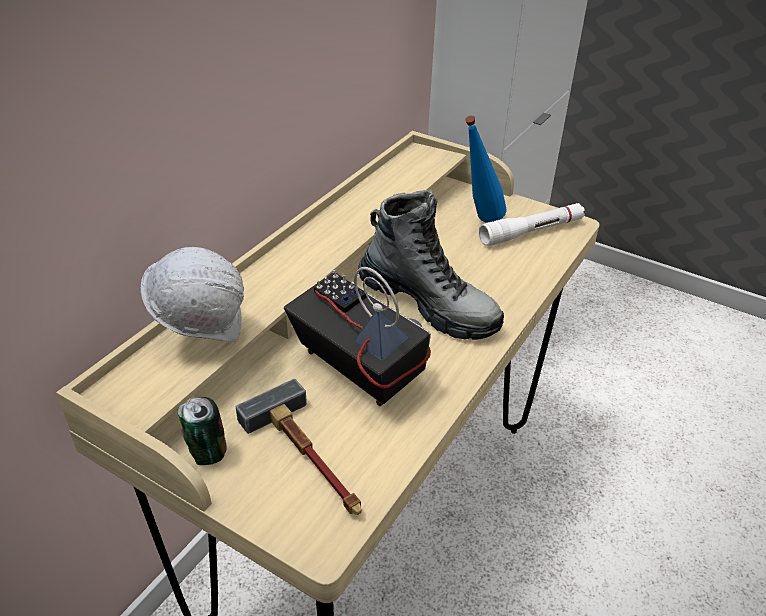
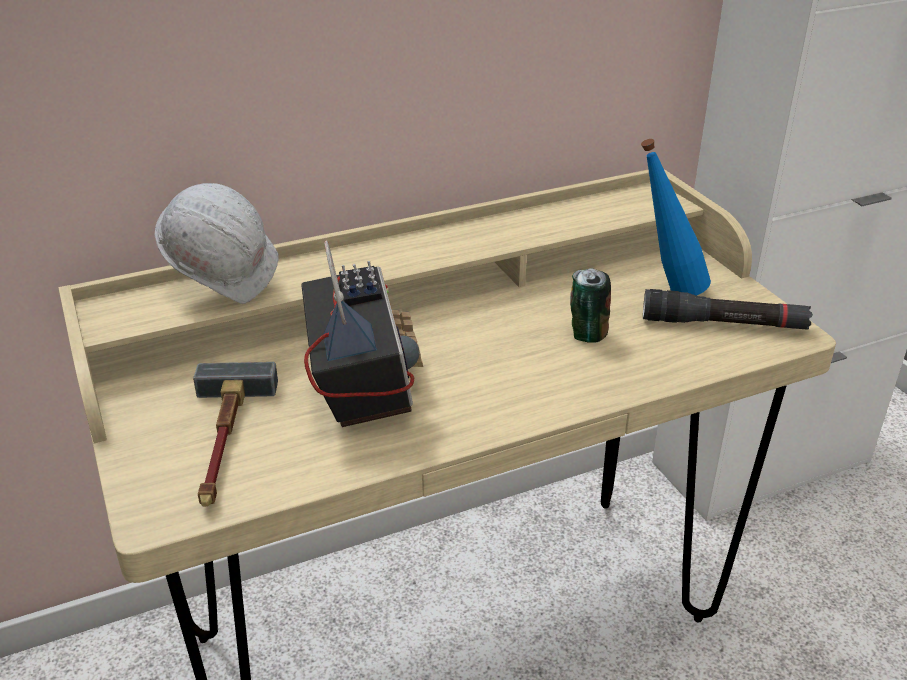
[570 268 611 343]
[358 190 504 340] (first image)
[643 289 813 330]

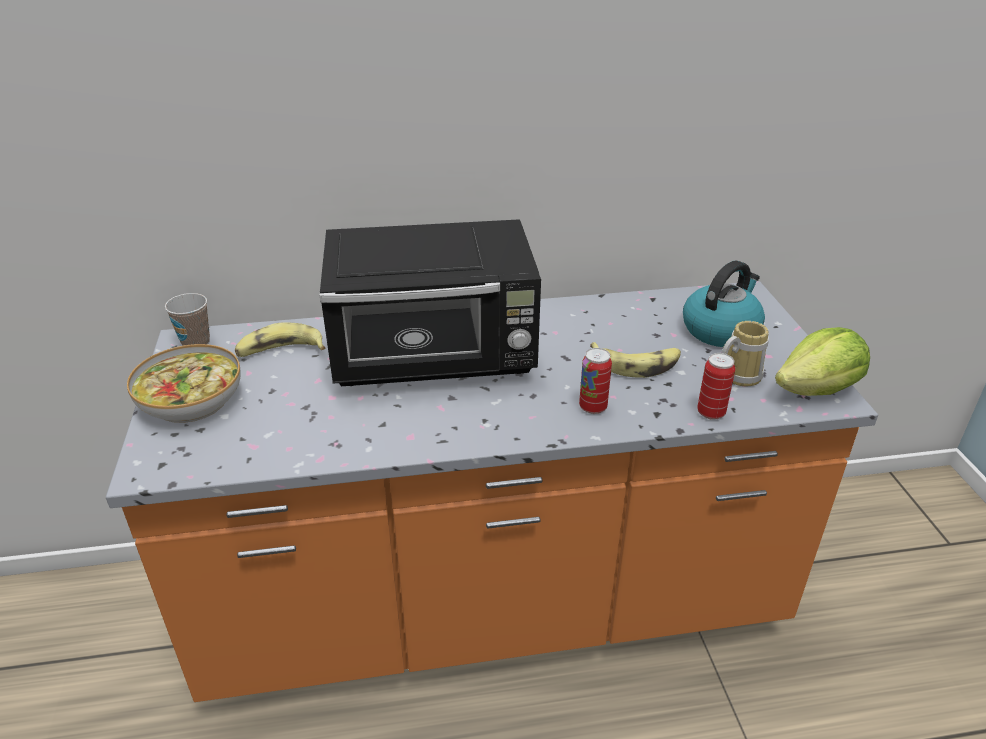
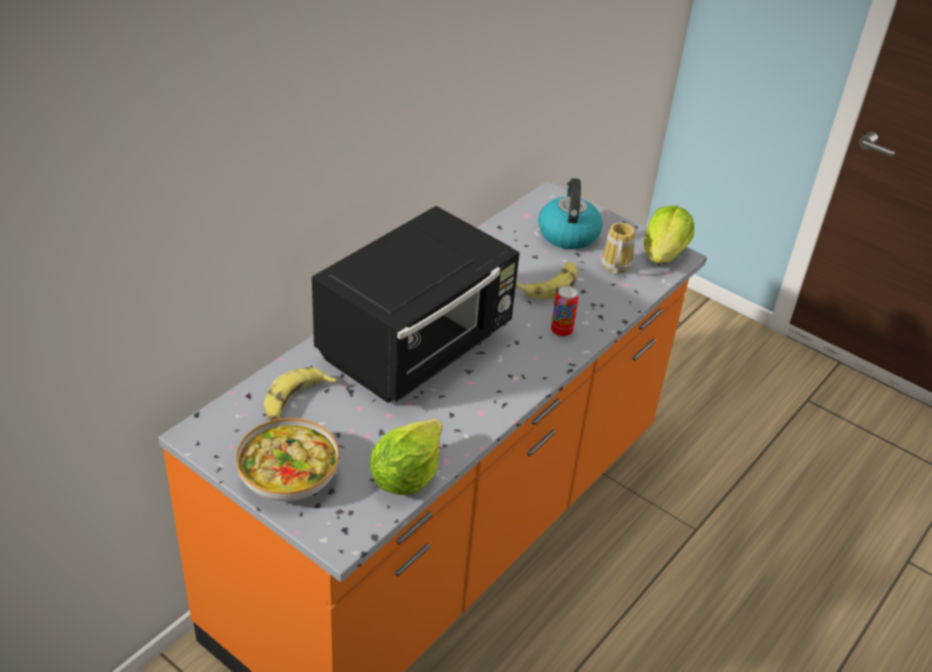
[165 293 210 346] (first image)
[697 353 735 420] (first image)
[370 419 442 495]

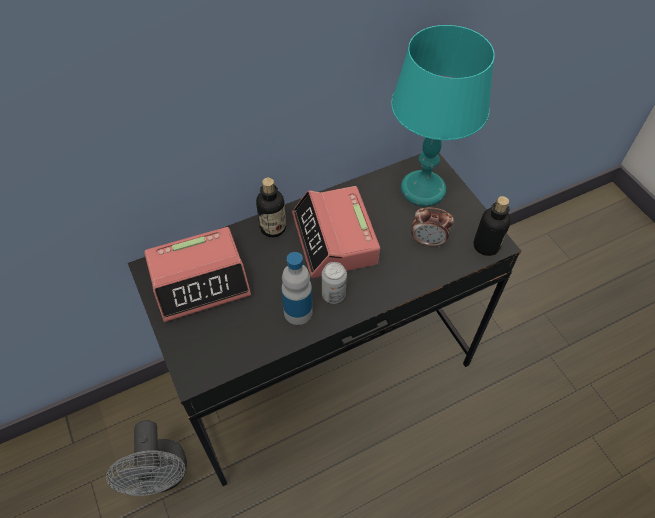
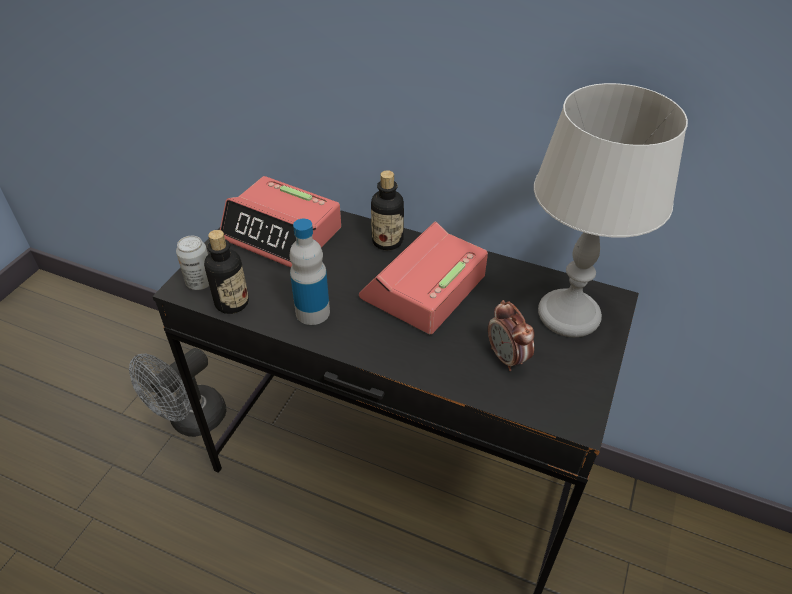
[176 236 209 290]
[534 83 688 337]
[204 230 249 314]

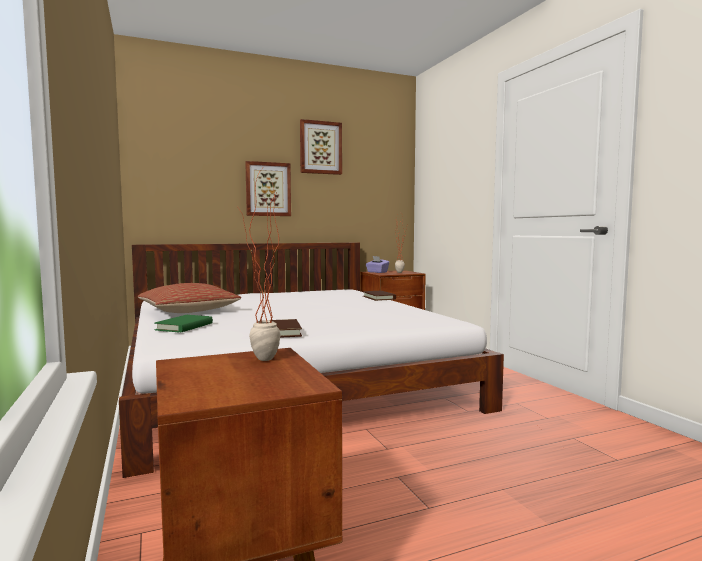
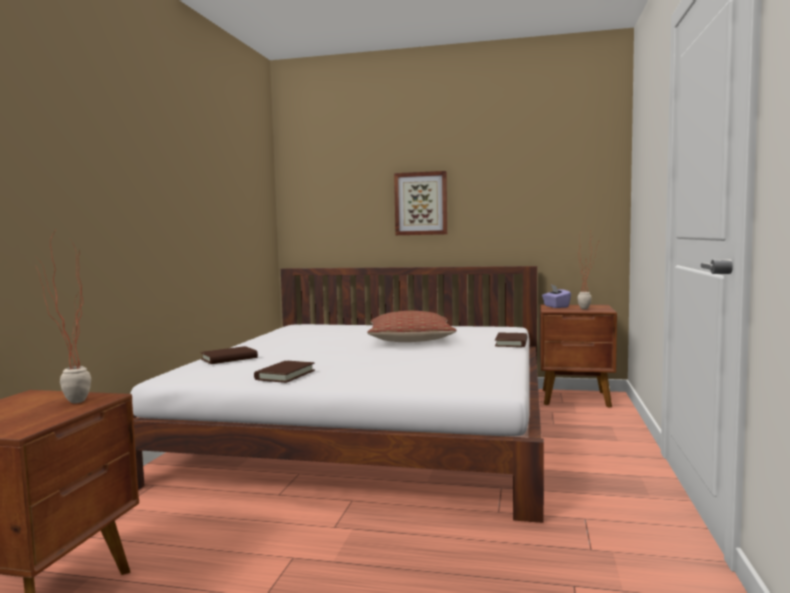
[367 311 456 342]
[200 346 258 364]
[300 119 342 175] (first image)

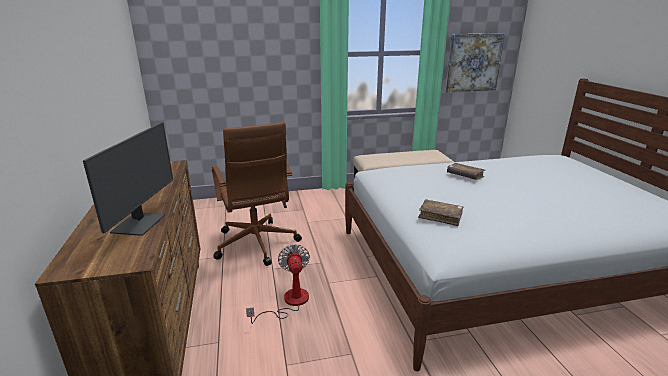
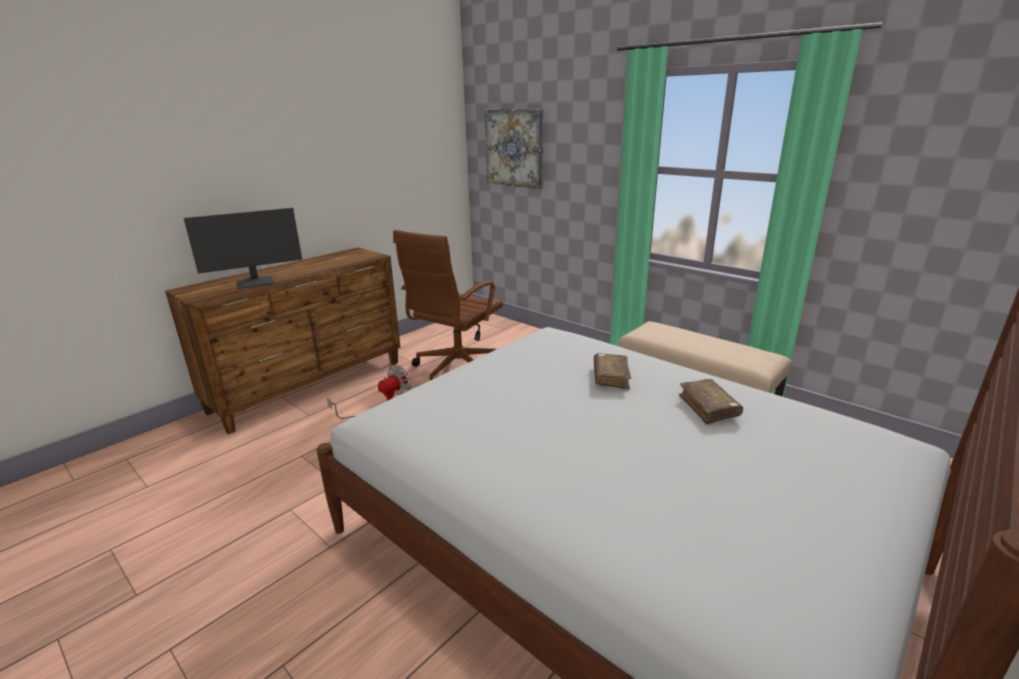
[679 379 743 424]
[485 109 543 189]

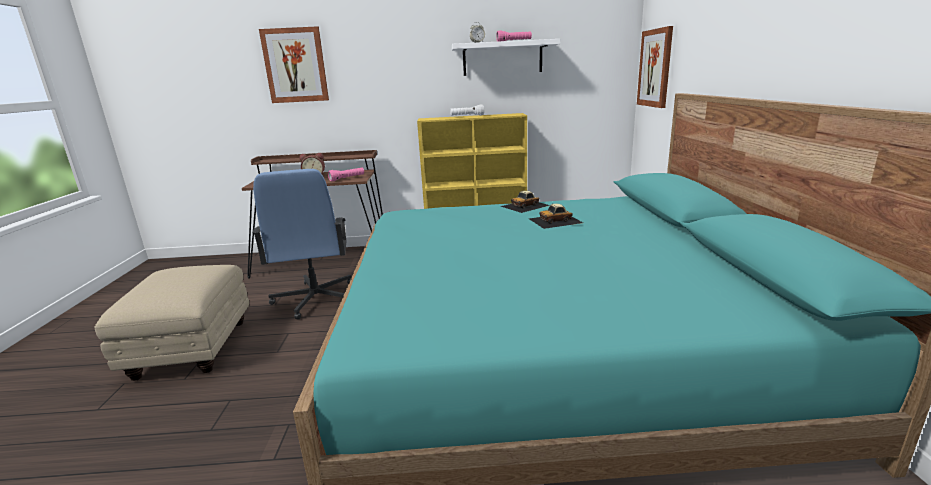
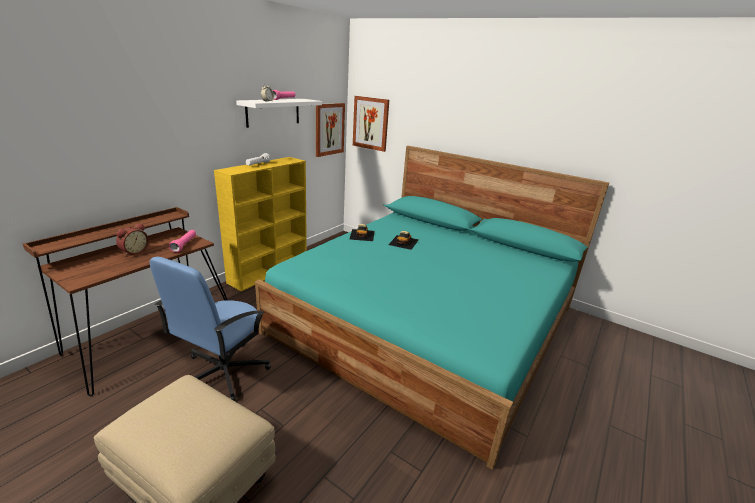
[150 256 271 401]
[316 103 345 157]

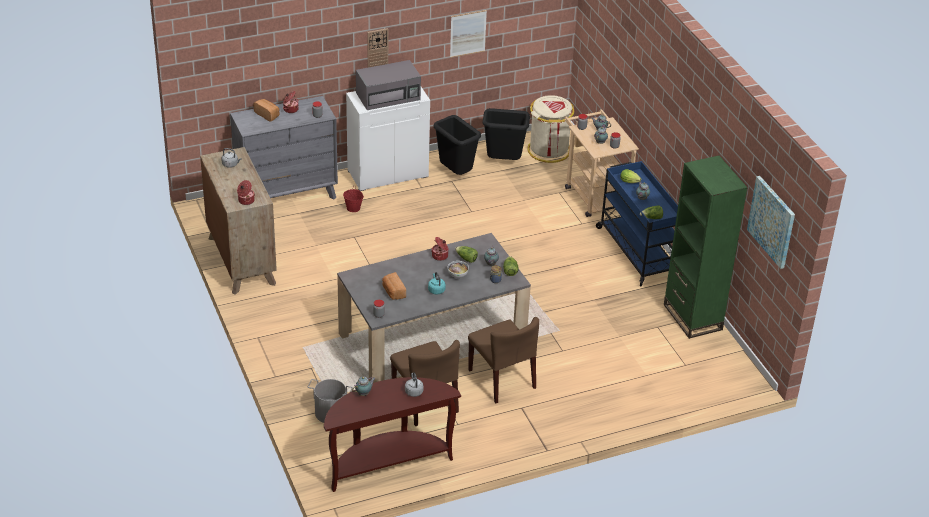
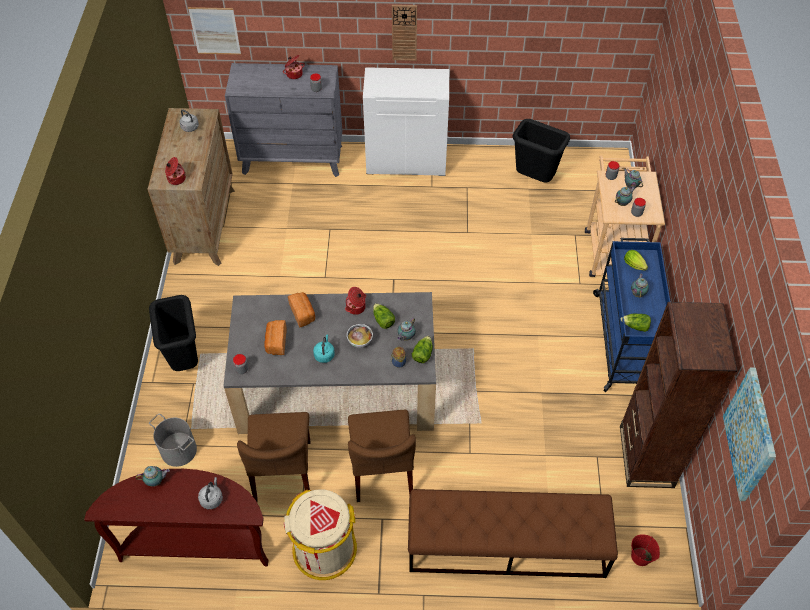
[288 292 315 327]
[631 534 660 566]
[356 60 421 110] (first image)
[149 295 198 371]
[188 7 241 55]
[283 489 357 580]
[620 302 737 488]
[408 489 618 578]

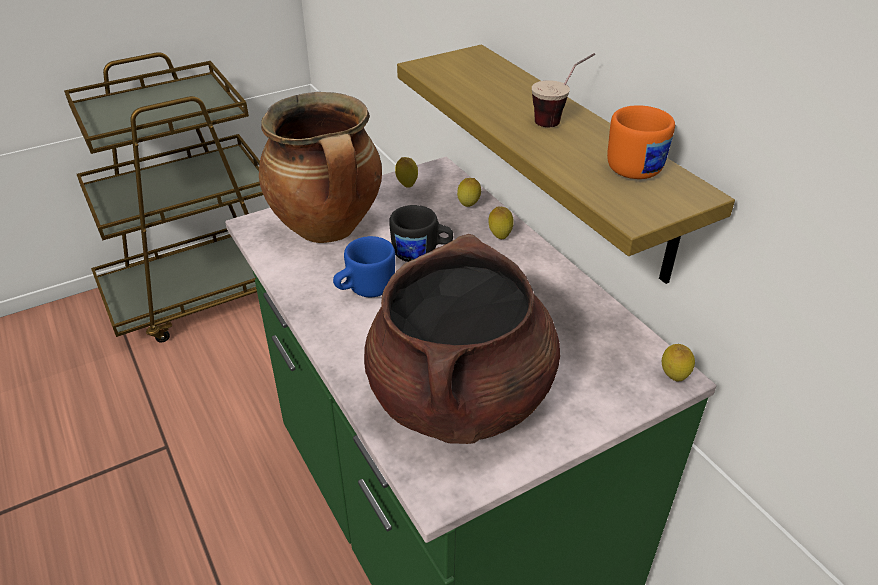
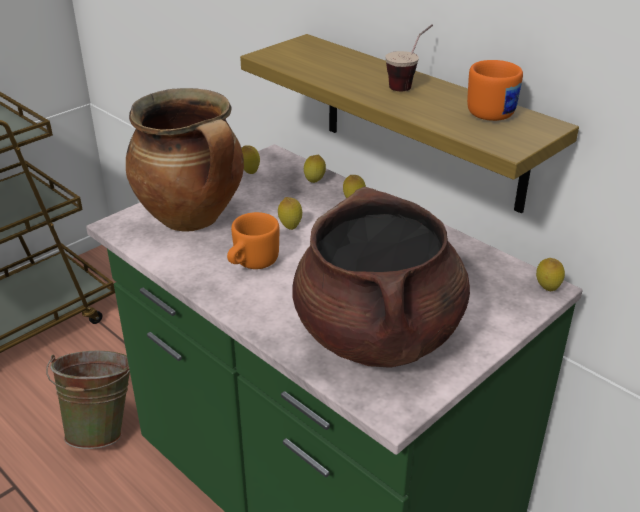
[227 212 279 269]
[278 197 302 230]
[46 351 130 449]

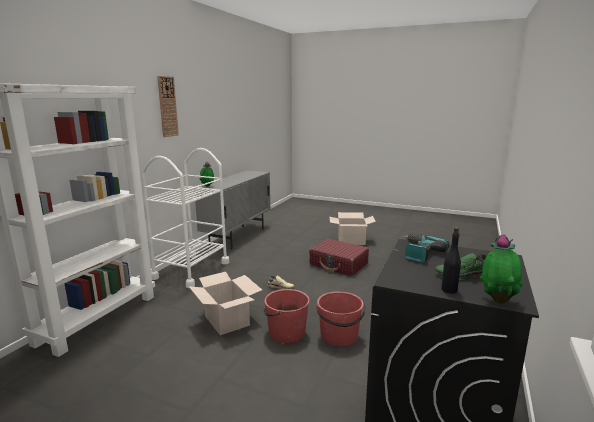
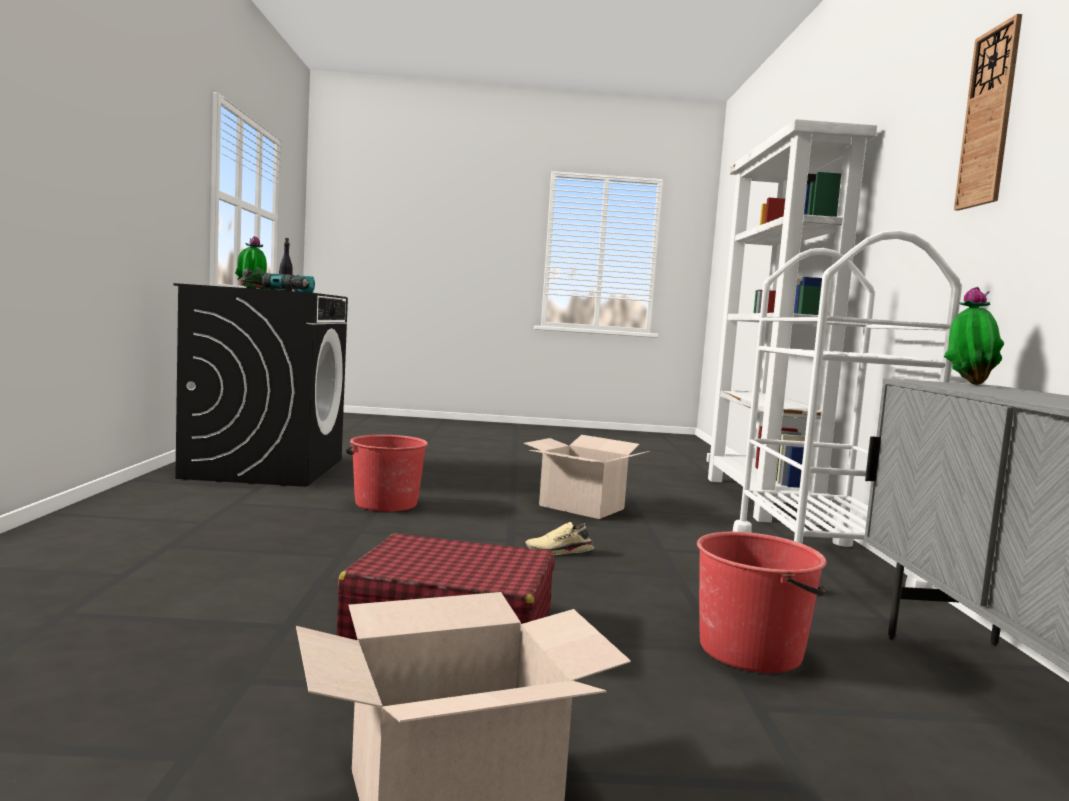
[697 532 827 673]

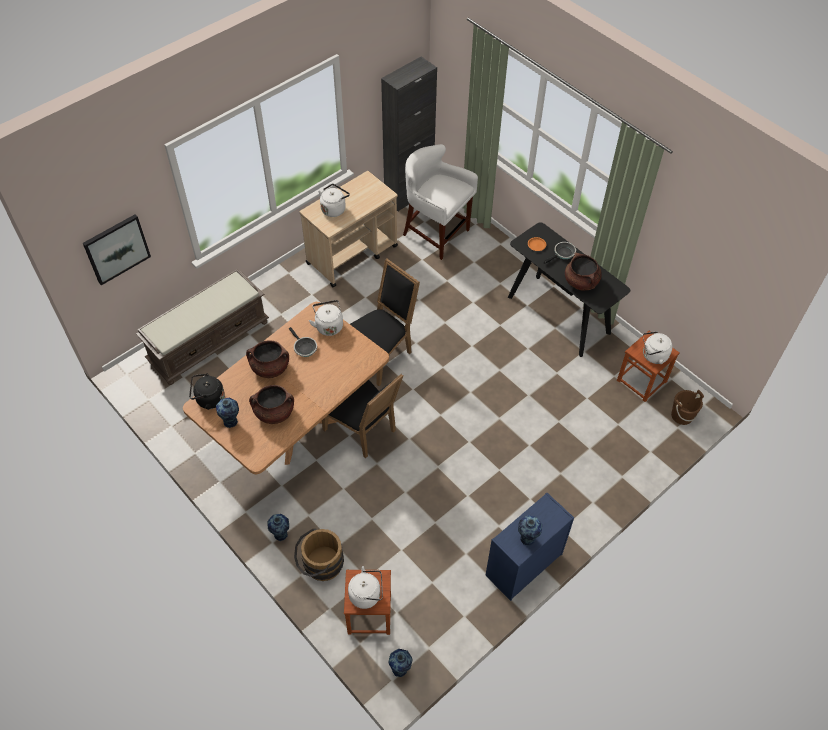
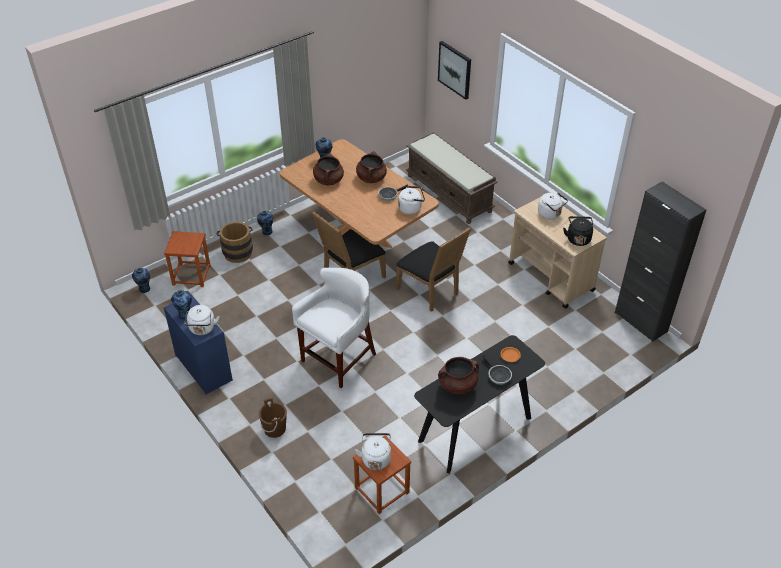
[563 216 593 246]
[184 305 219 335]
[292 268 376 388]
[259 398 287 438]

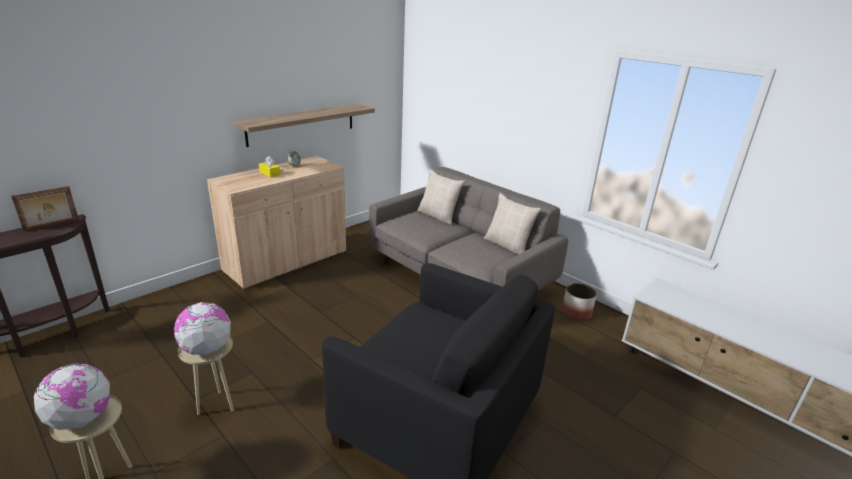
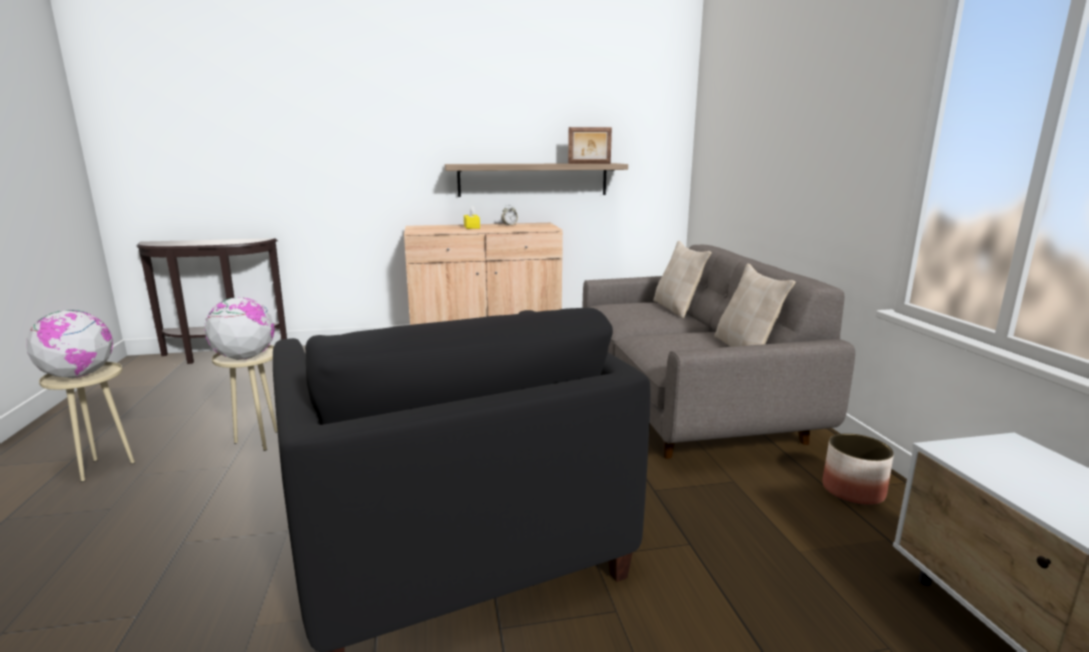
[568 127 612 164]

